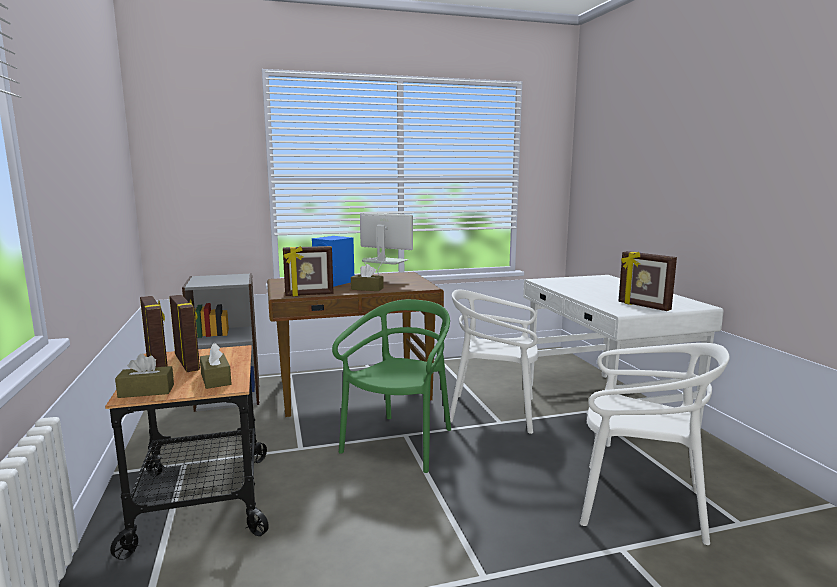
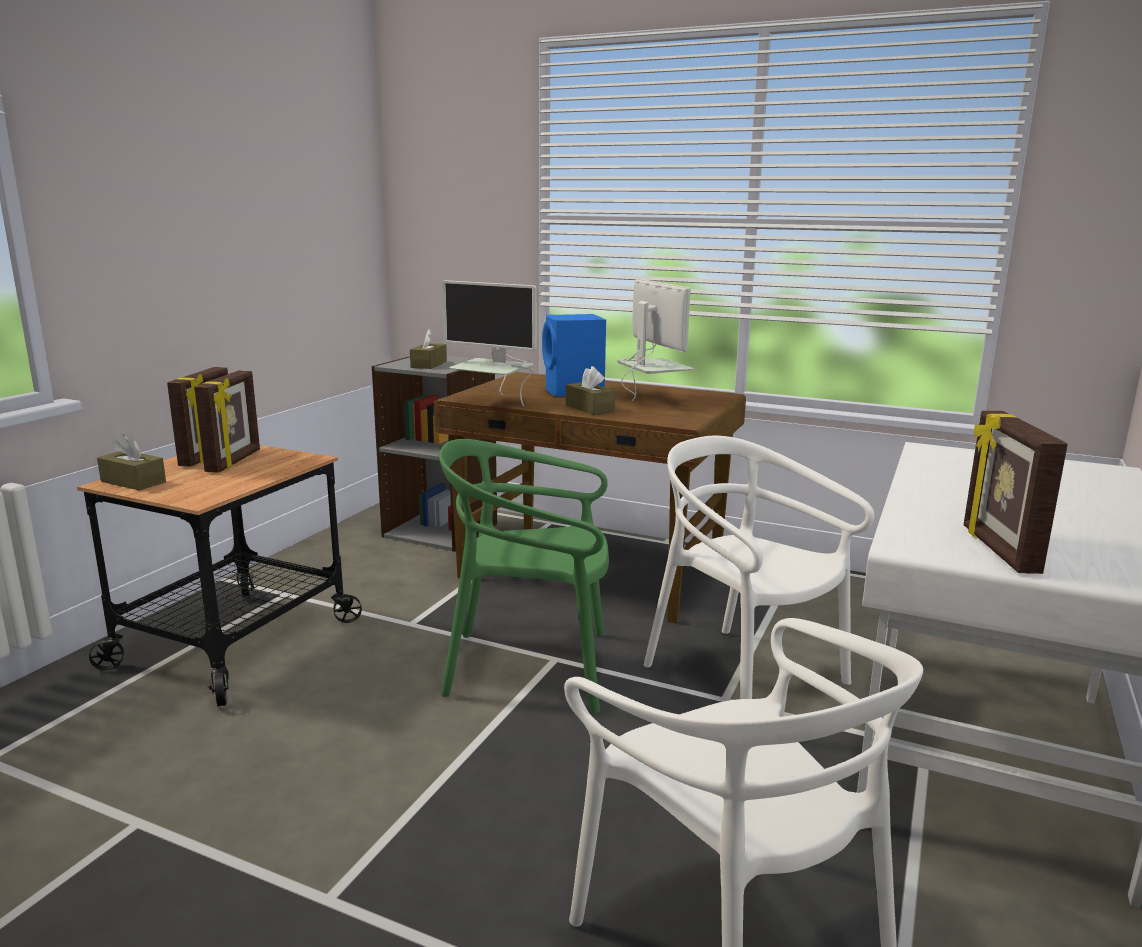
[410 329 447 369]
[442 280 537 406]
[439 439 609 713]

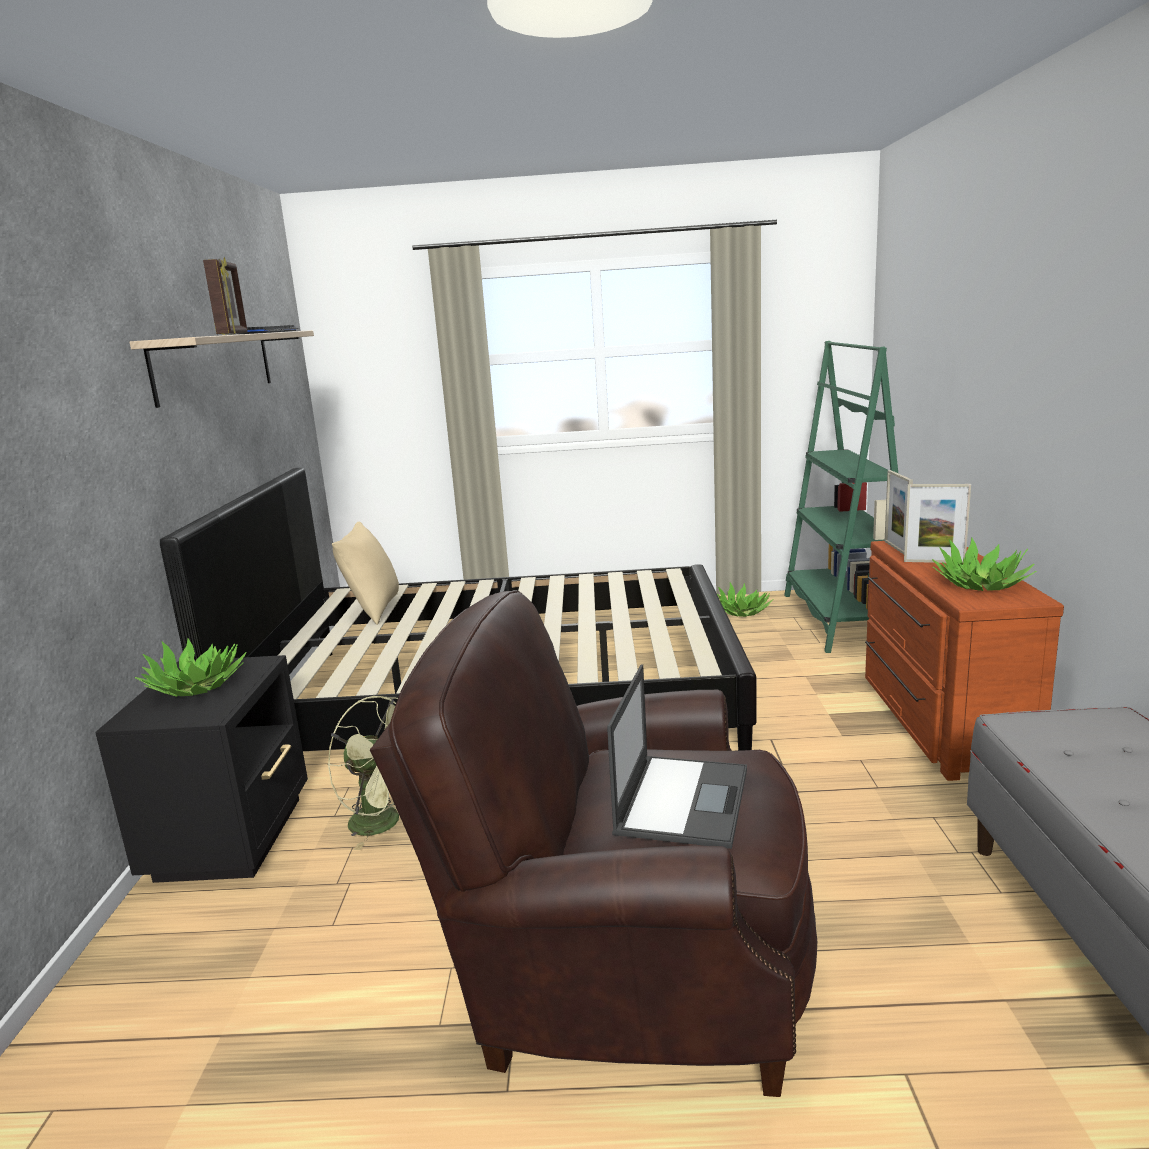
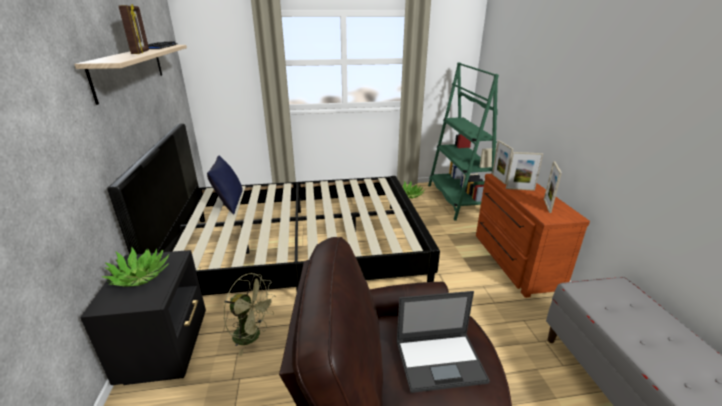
[207 156 243 214]
[396 291 490 393]
[544 161 562 213]

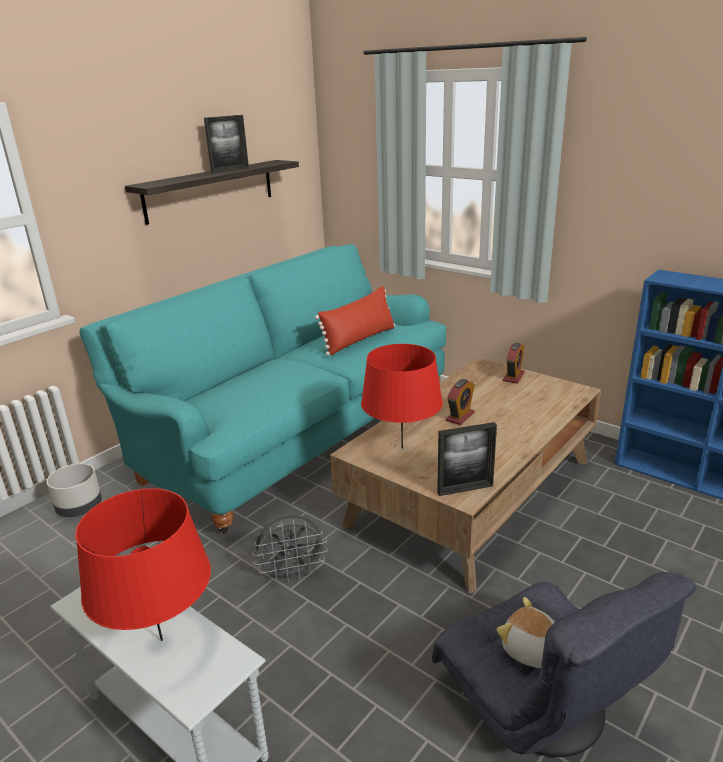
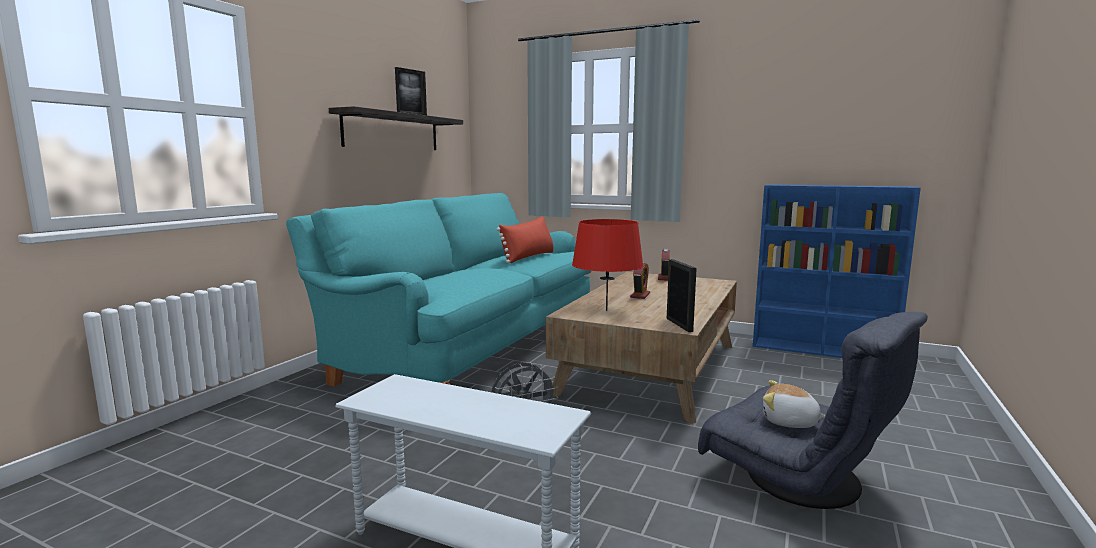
[47 463 102 517] (first image)
[75 488 211 641] (first image)
[667 259 697 332]

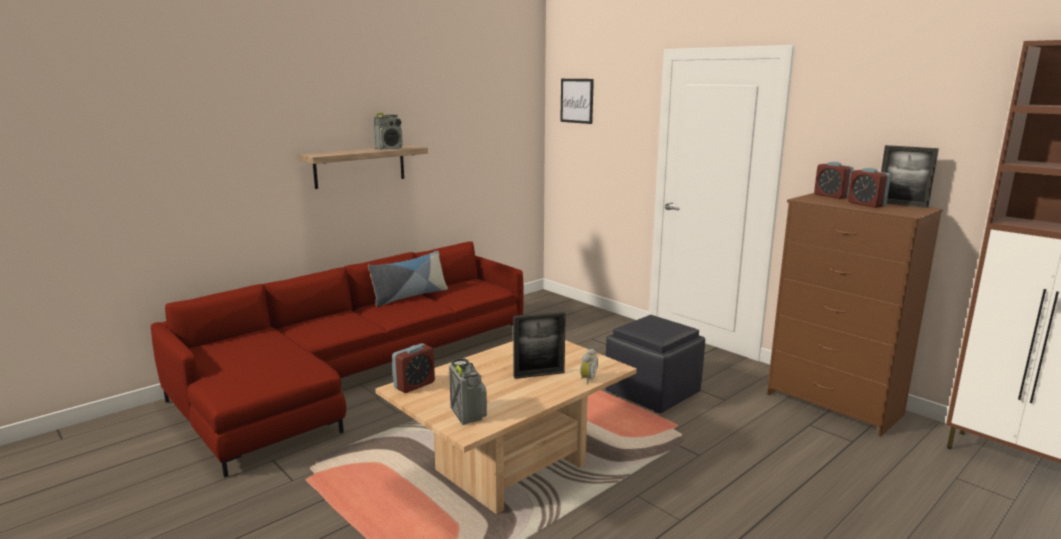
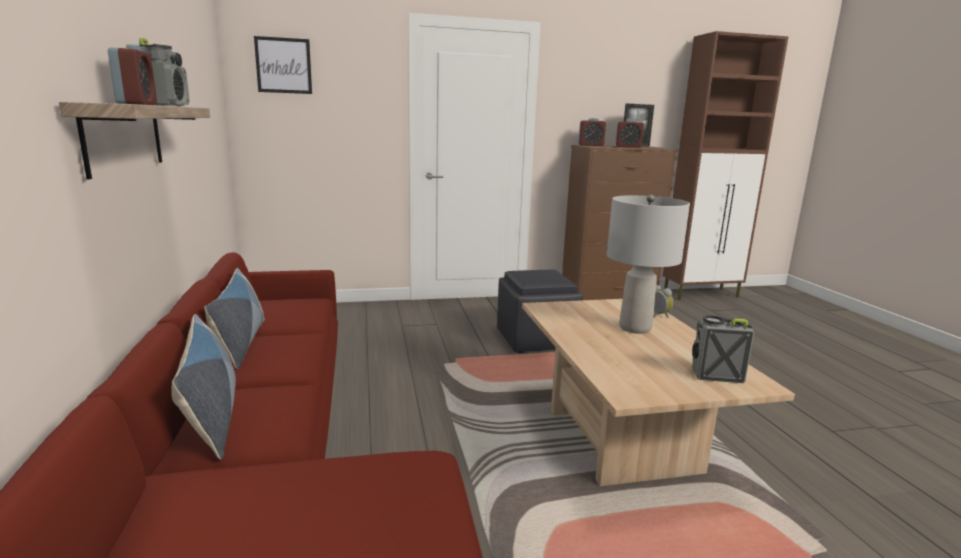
[108 44 157 105]
[607 194 690 334]
[171 314 236 459]

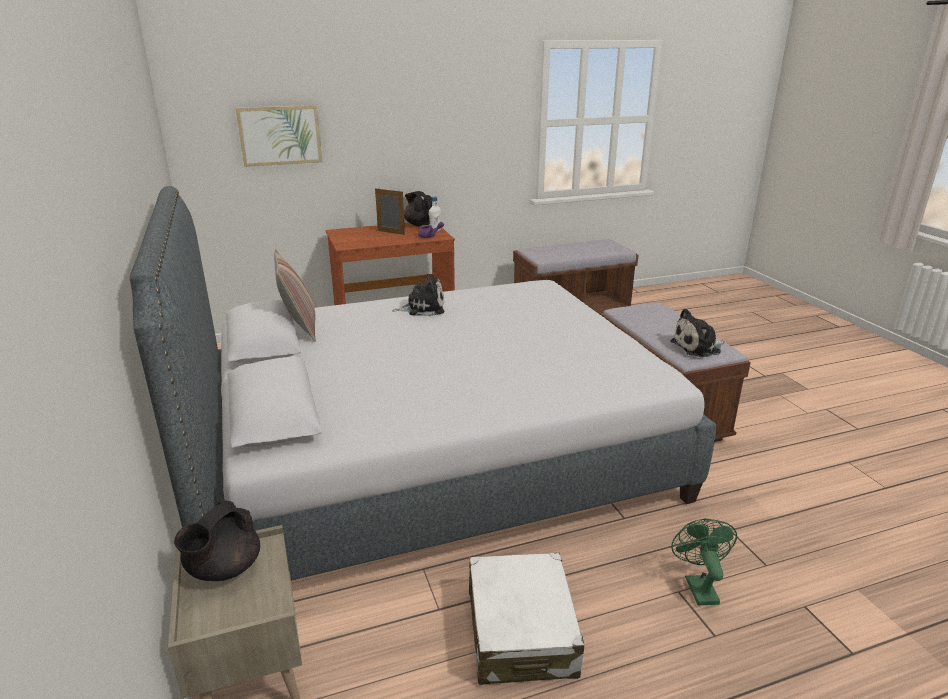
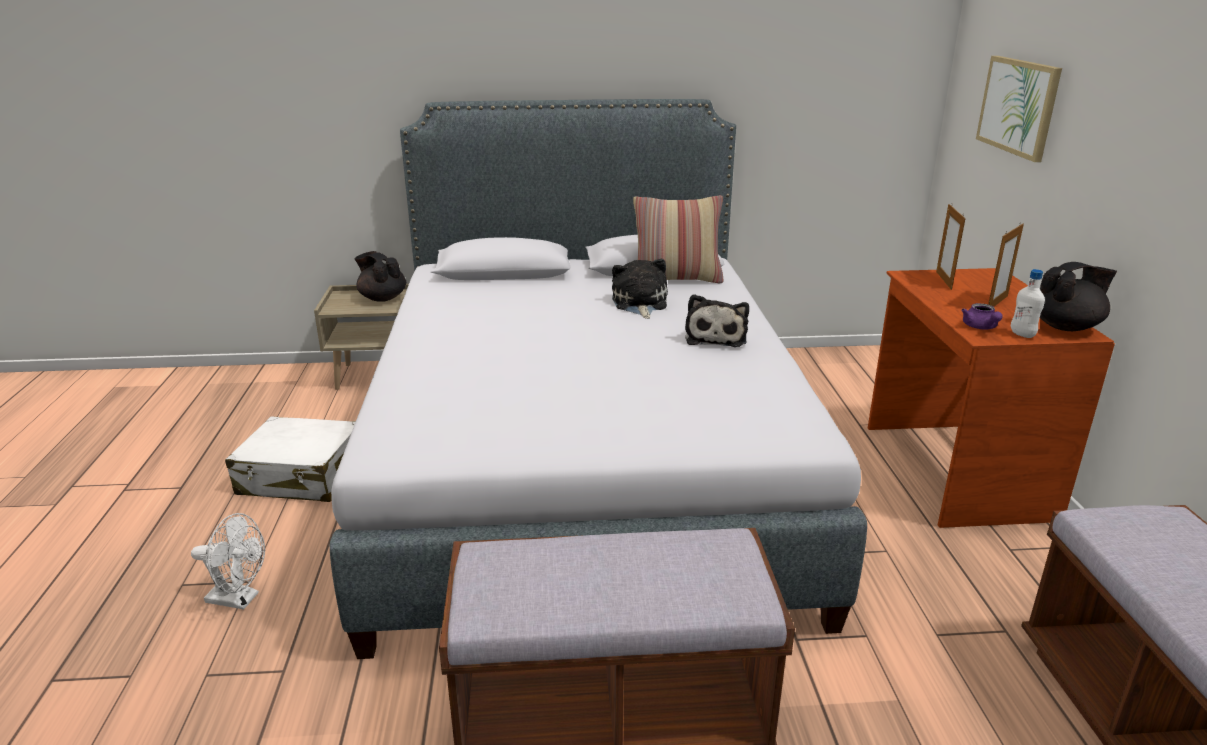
[612 259 668 319]
[191 513 265 610]
[936 204 965 290]

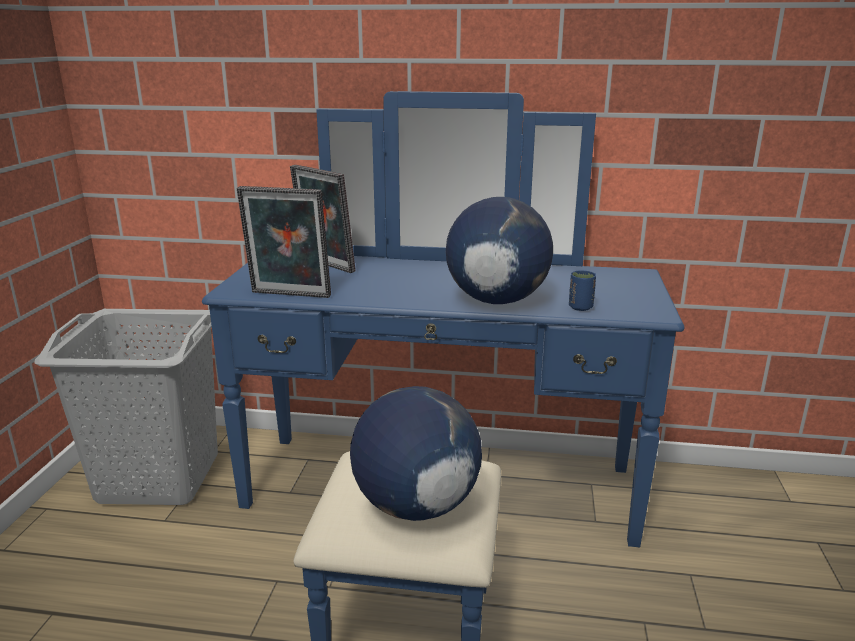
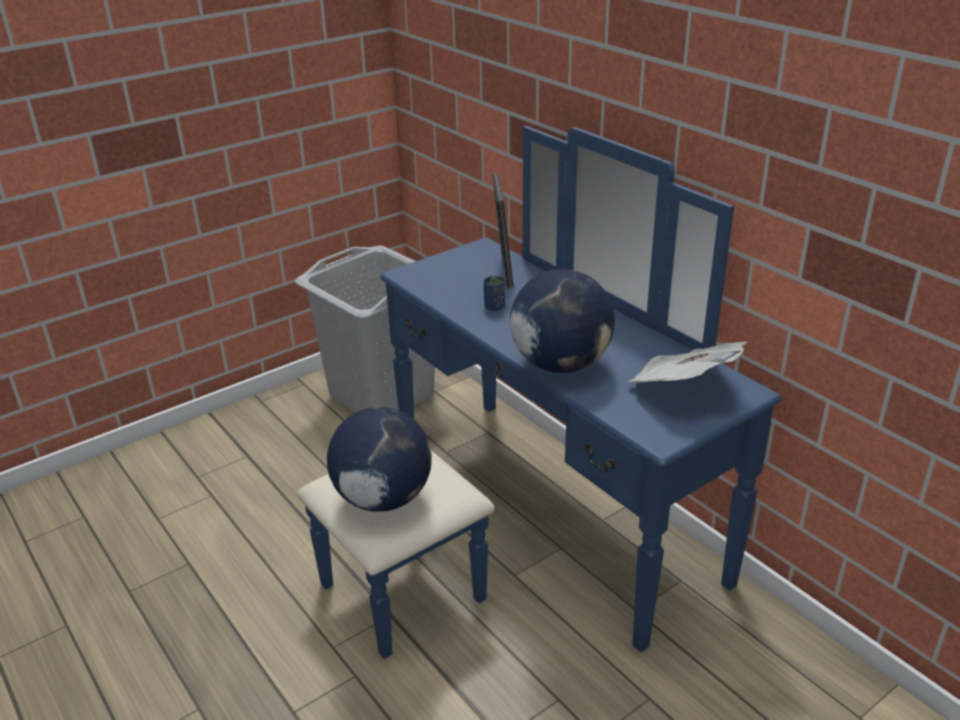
[237 186 331 298] (first image)
[483 276 505 311]
[628 342 747 383]

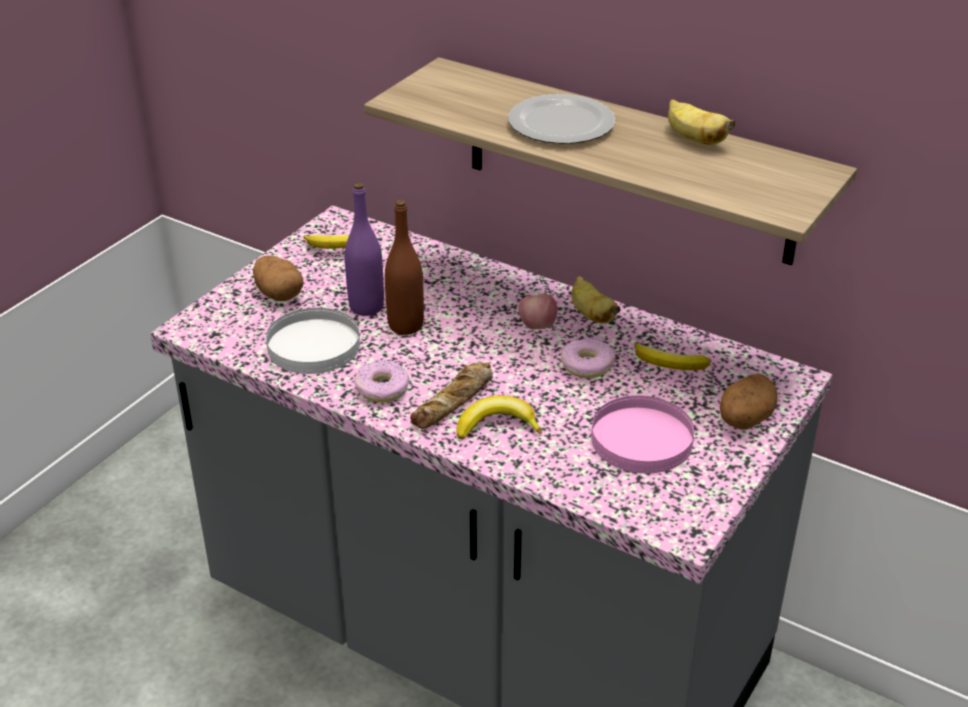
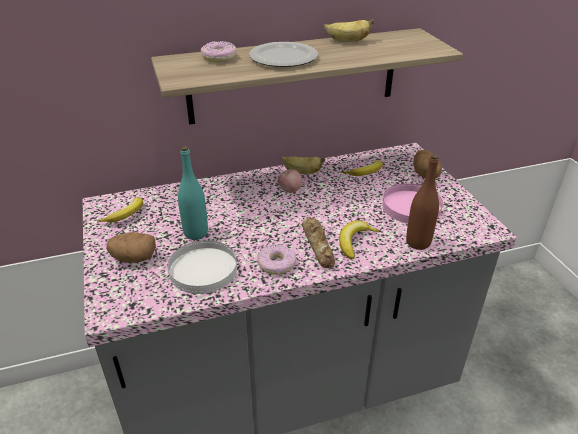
[178 146 208 240]
[406 154 439 250]
[201 41 236 63]

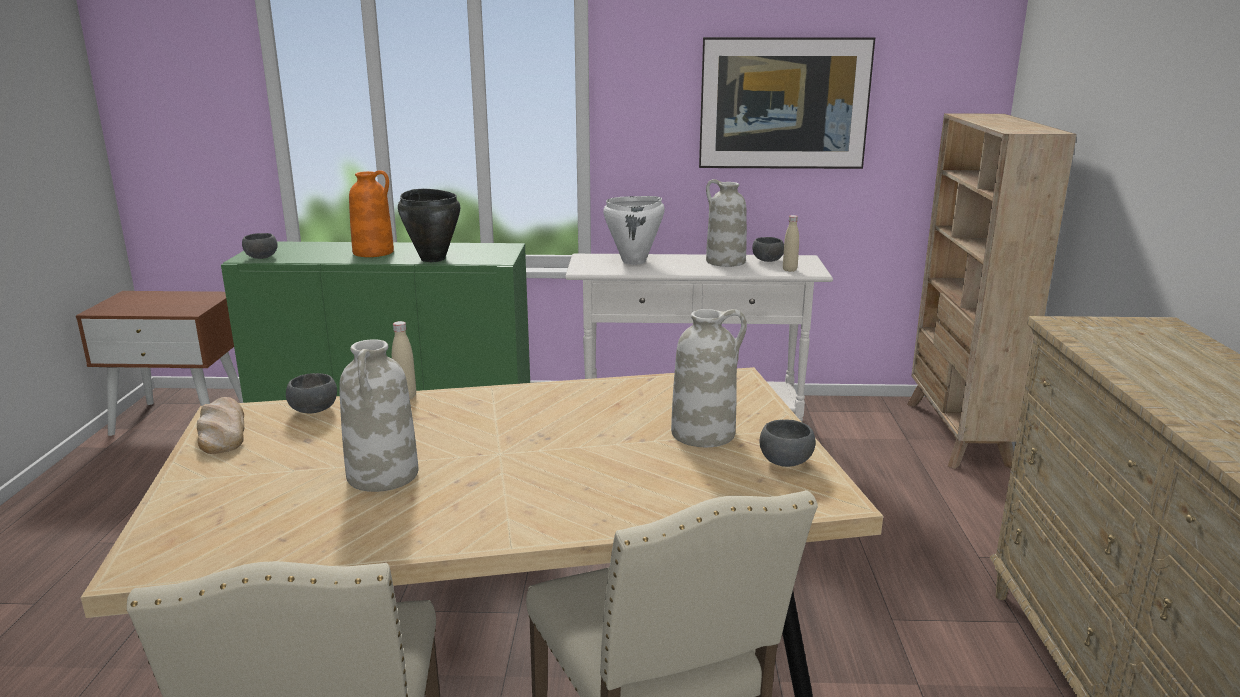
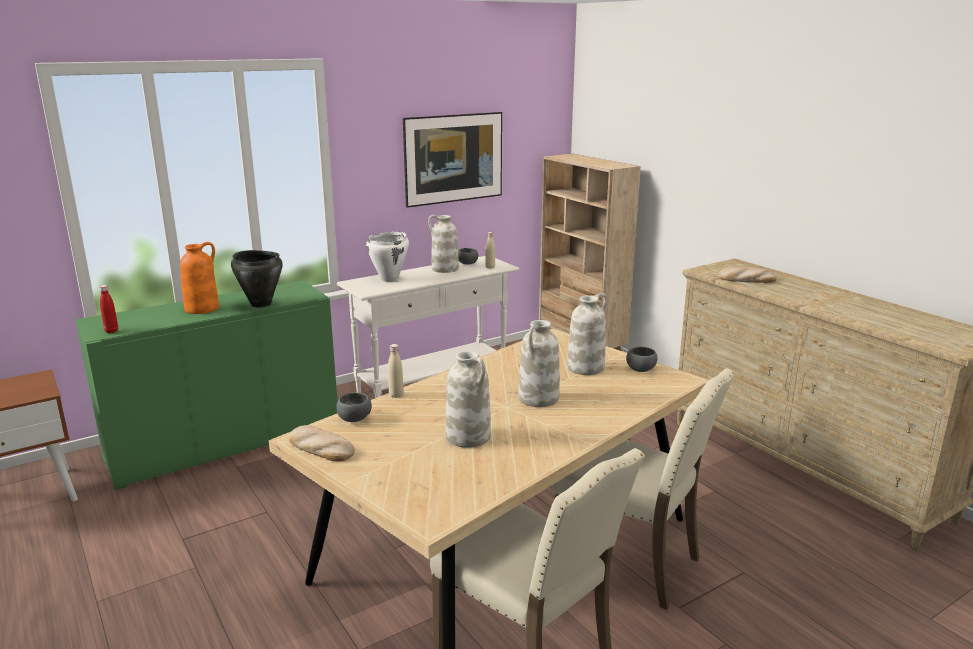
[99 285 118 333]
[518 320 560 407]
[718 267 777 283]

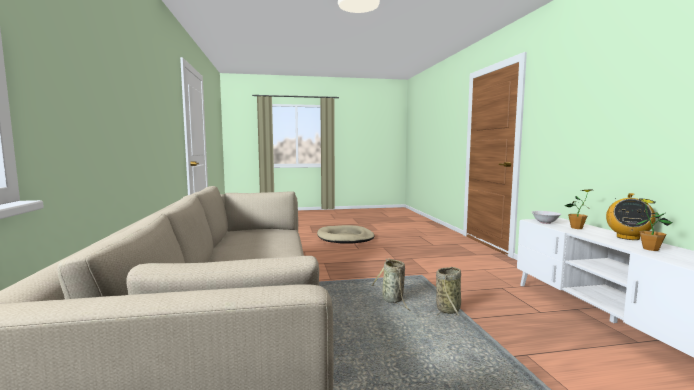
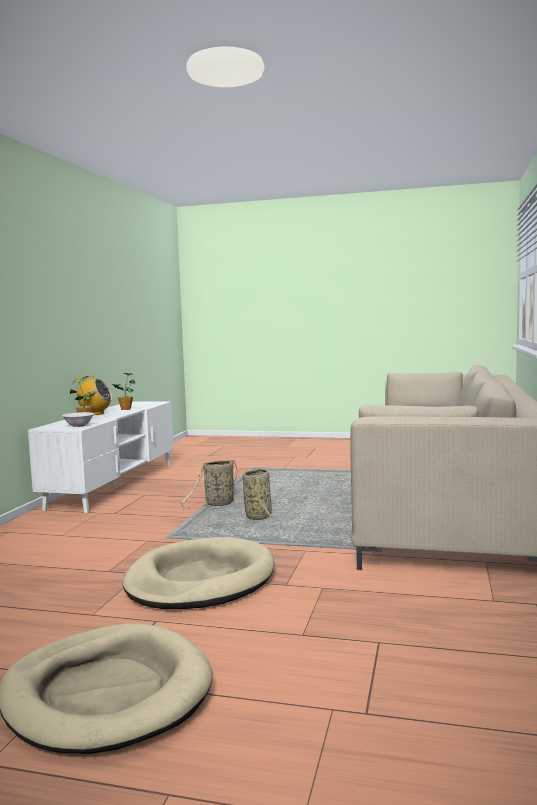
[73 375 112 415]
[123 537 275 609]

